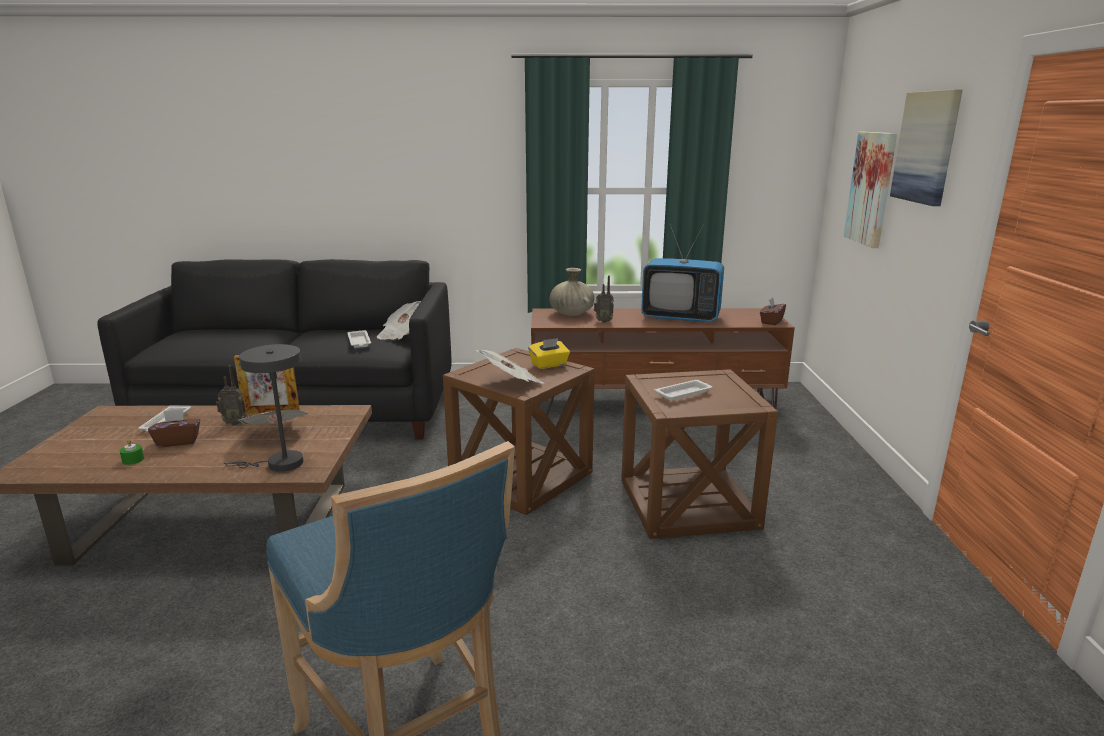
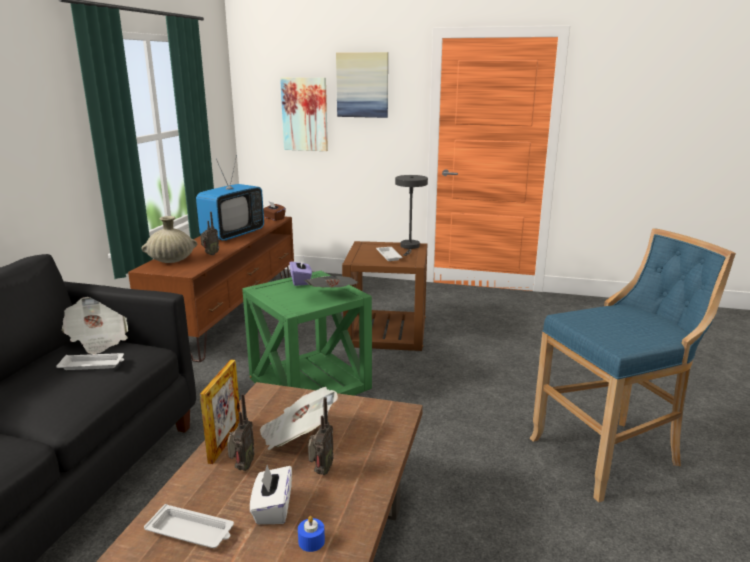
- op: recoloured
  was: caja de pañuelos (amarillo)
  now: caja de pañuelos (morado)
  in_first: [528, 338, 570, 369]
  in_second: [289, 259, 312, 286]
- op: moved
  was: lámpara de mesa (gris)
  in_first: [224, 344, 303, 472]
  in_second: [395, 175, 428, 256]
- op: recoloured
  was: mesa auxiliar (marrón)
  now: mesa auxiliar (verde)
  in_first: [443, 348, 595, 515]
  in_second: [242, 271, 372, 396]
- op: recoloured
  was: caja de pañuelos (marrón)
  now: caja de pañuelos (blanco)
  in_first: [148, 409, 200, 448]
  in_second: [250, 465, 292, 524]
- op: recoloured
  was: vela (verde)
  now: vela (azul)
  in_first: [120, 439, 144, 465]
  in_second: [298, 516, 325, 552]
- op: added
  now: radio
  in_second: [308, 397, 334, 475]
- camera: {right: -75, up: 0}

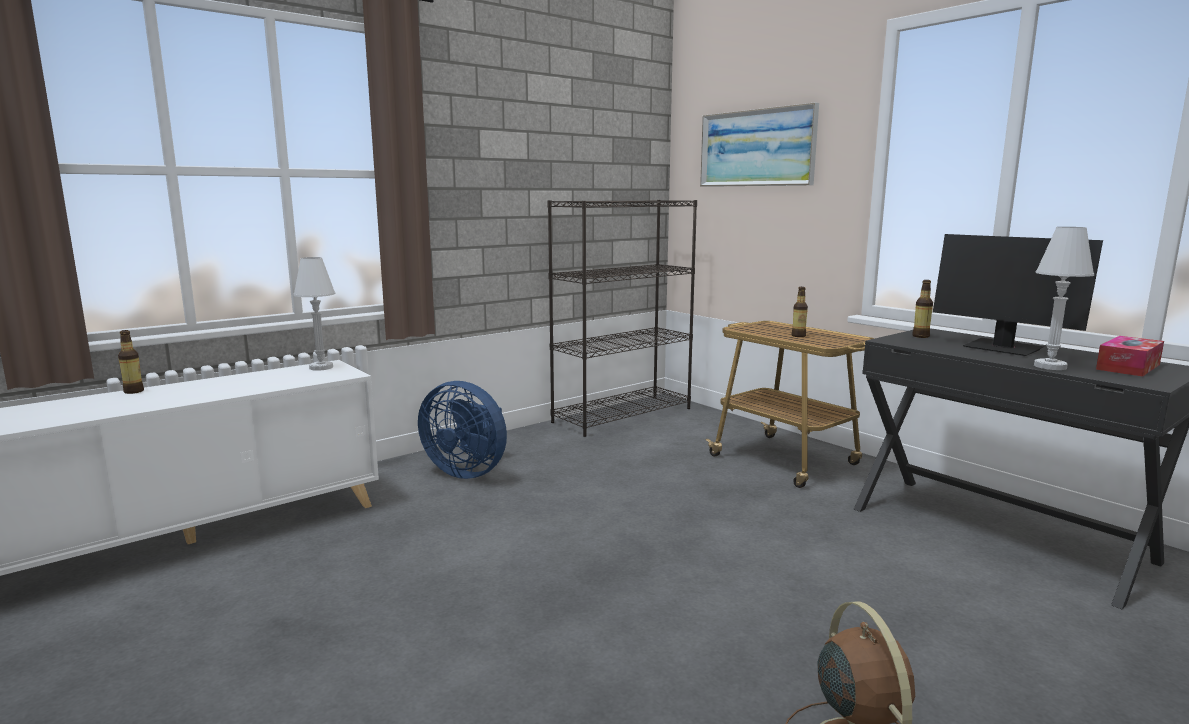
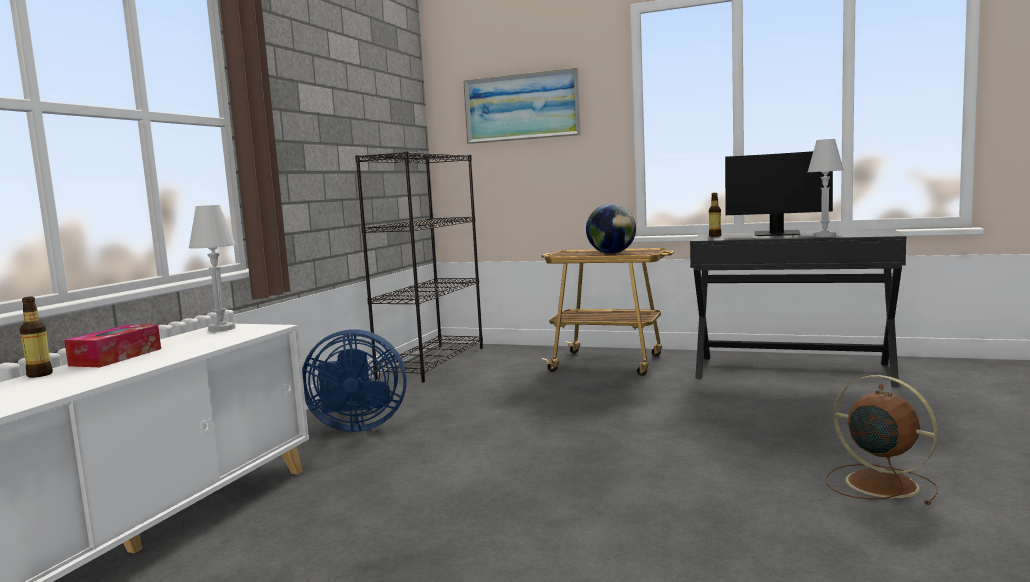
- op: replaced
  was: botella
  now: globo terráqueo
  in_first: [792, 287, 808, 337]
  in_second: [586, 204, 636, 254]
- op: moved
  was: caja de pañuelos
  in_first: [1096, 336, 1164, 377]
  in_second: [64, 324, 161, 367]
- camera: {right: -30, up: -5}

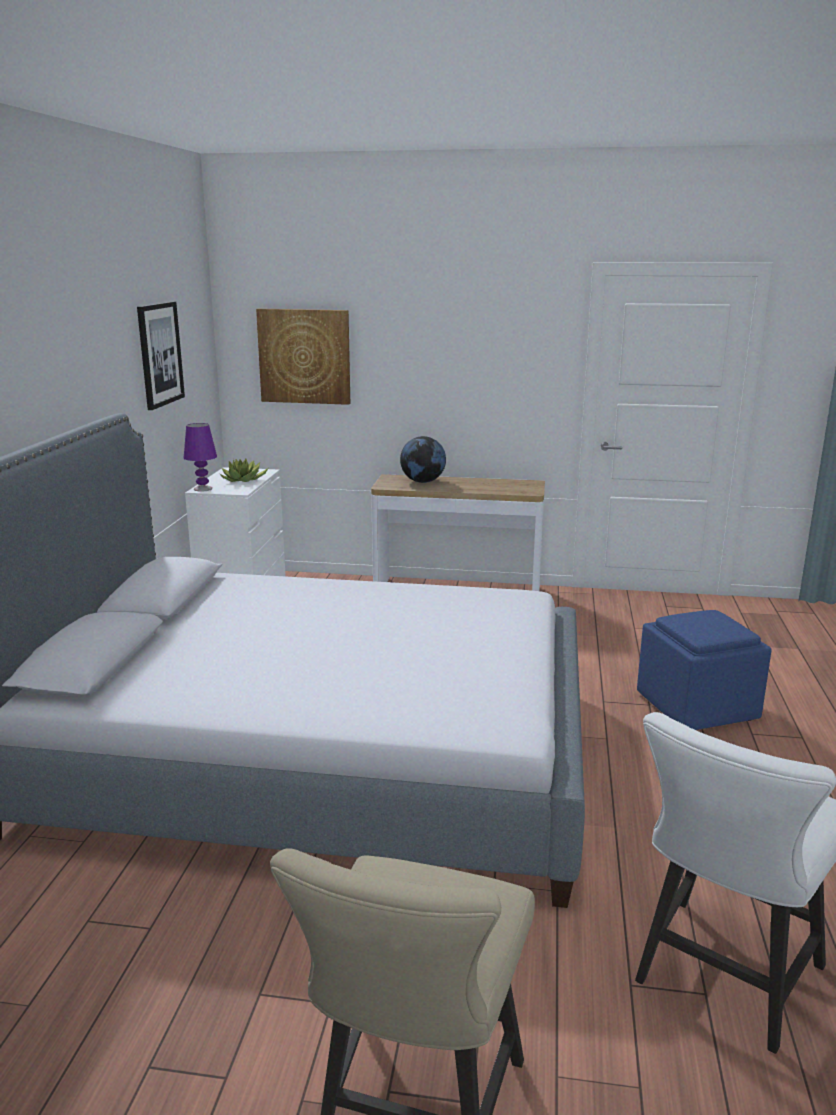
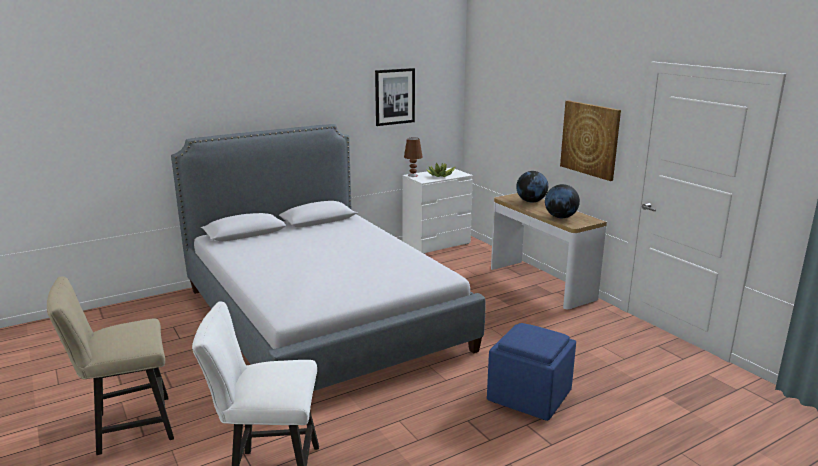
- op: moved
  was: cuadro
  in_first: [256, 309, 350, 405]
  in_second: [560, 100, 621, 181]
- op: recoloured
  was: lámpara de mesa (morado)
  now: lámpara de mesa (marrón)
  in_first: [184, 423, 217, 492]
  in_second: [404, 137, 423, 177]
- op: added
  now: globo terráqueo
  in_second: [545, 184, 580, 218]
- camera: {right: 50, up: 0}

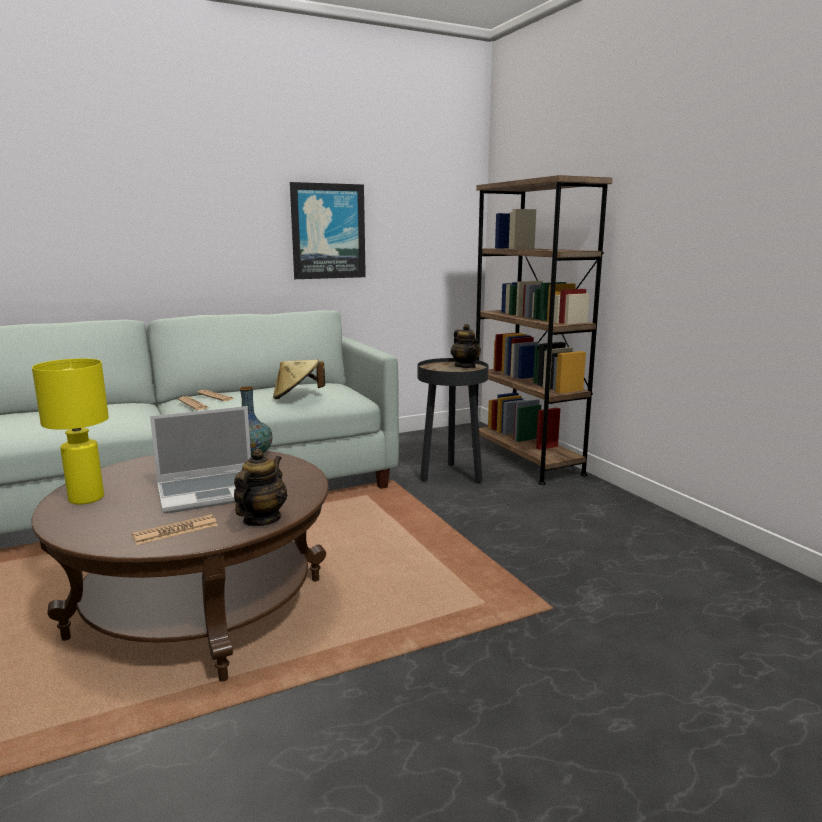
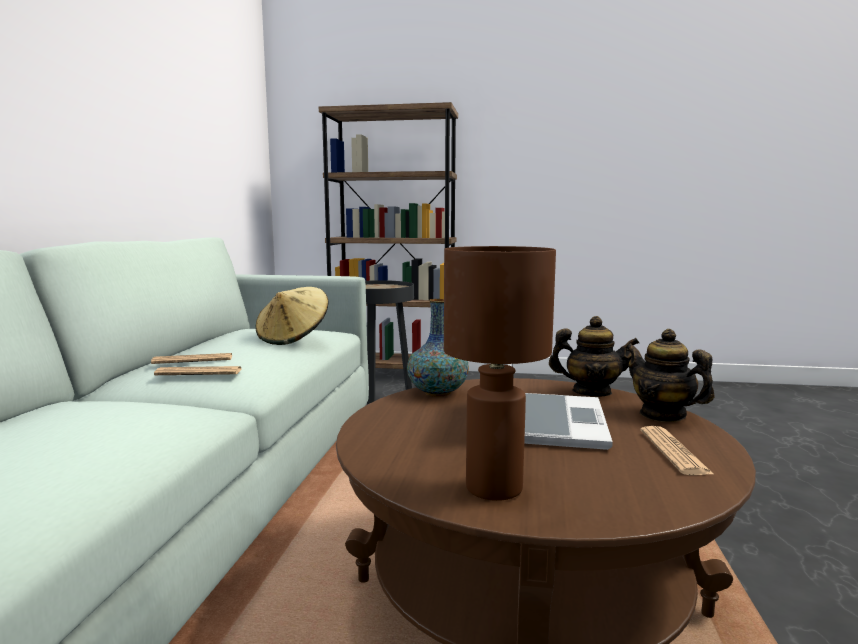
- op: removed
  was: cuadro
  in_first: [290, 182, 366, 279]
- op: moved
  was: tetera
  in_first: [451, 324, 481, 368]
  in_second: [549, 316, 640, 396]
- op: recoloured
  was: lámpara de mesa (amarillo)
  now: lámpara de mesa (marrón)
  in_first: [32, 358, 109, 505]
  in_second: [444, 246, 556, 501]
- camera: {right: -55, up: -5}

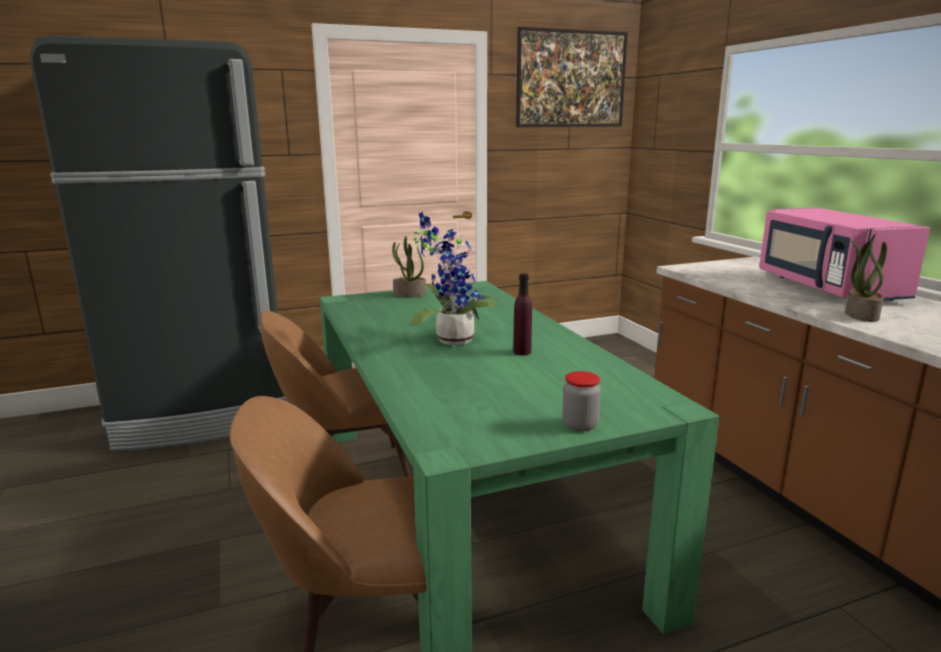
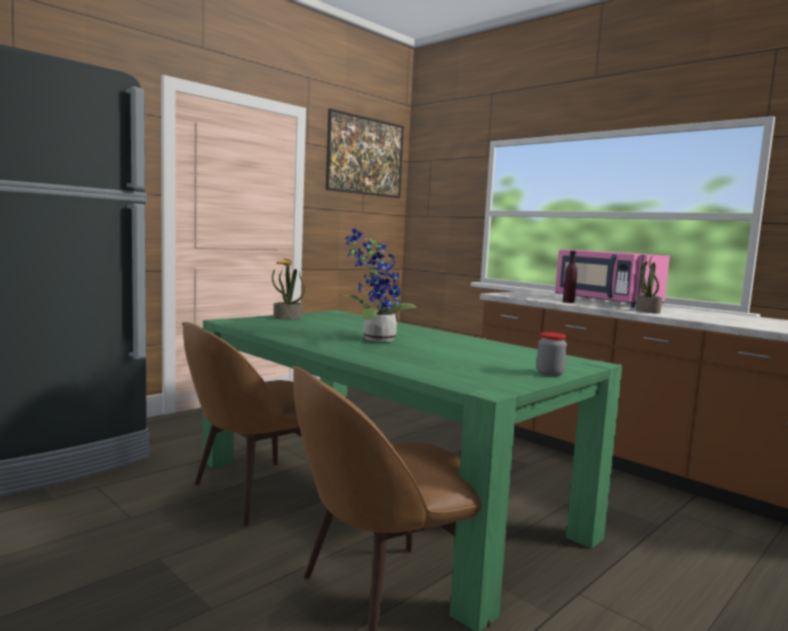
- op: moved
  was: botella (morado)
  in_first: [513, 273, 532, 355]
  in_second: [563, 251, 577, 303]
- camera: {right: -25, up: -10}

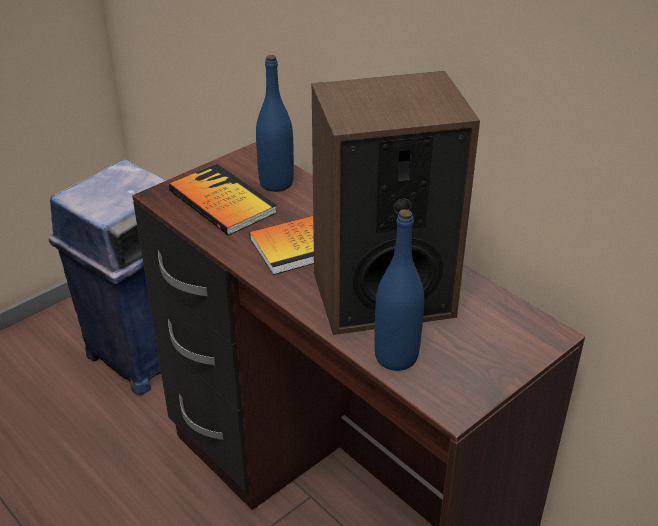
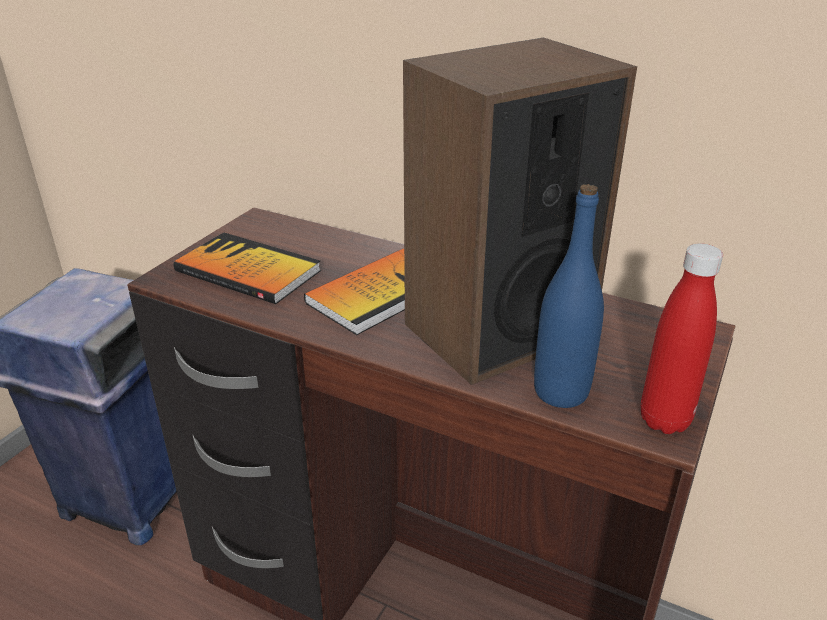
- op: removed
  was: botella (azul)
  in_first: [256, 55, 294, 192]
- op: added
  now: botella (rojo)
  in_second: [641, 244, 723, 434]
- camera: {right: -20, up: -5}

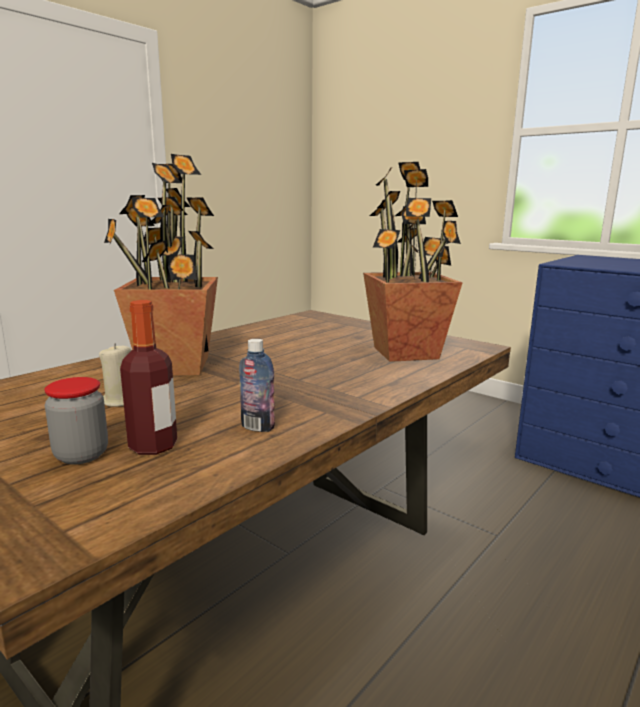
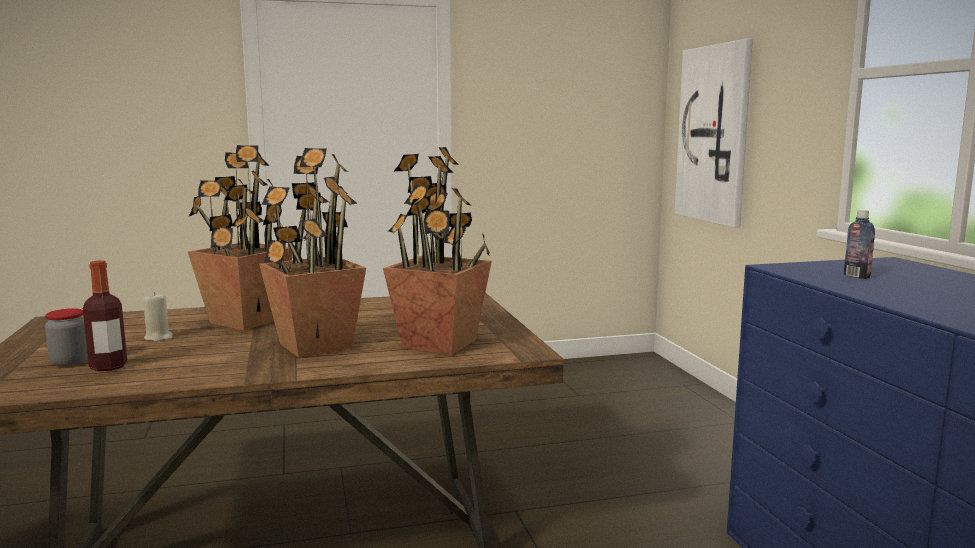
- op: moved
  was: botella
  in_first: [239, 339, 275, 432]
  in_second: [844, 210, 875, 279]
- op: added
  now: cuadro
  in_second: [675, 39, 753, 228]
- op: added
  now: planta en maceta
  in_second: [259, 148, 366, 358]
- camera: {right: 35, up: -5}

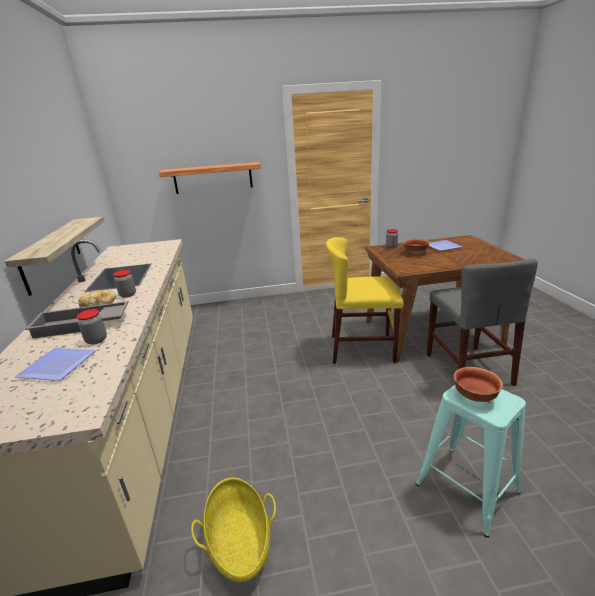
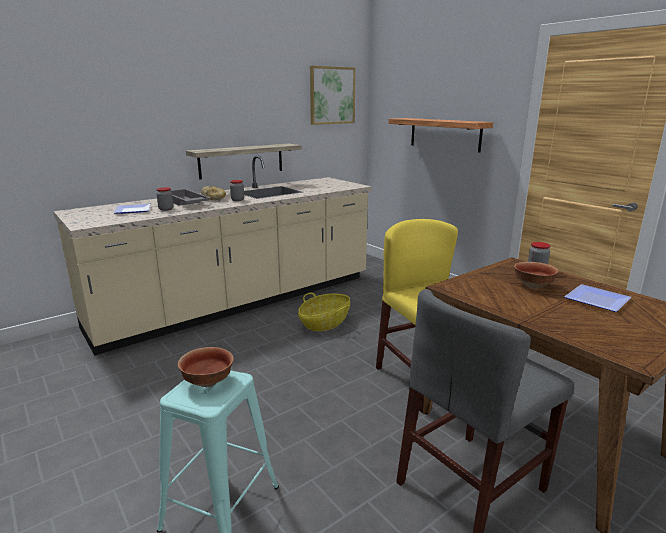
- op: moved
  was: cesta
  in_first: [191, 478, 276, 582]
  in_second: [298, 293, 350, 331]
- op: added
  now: cuadro
  in_second: [310, 66, 356, 125]
- camera: {right: 60, up: -5}

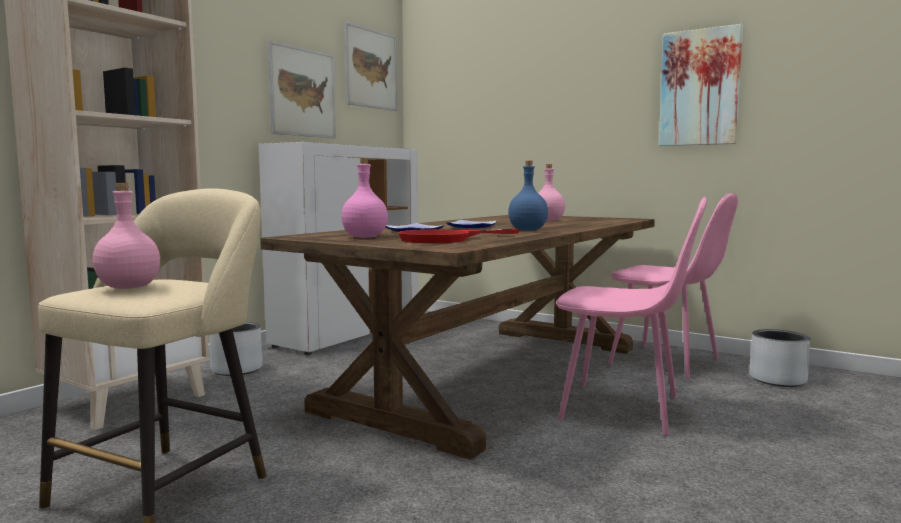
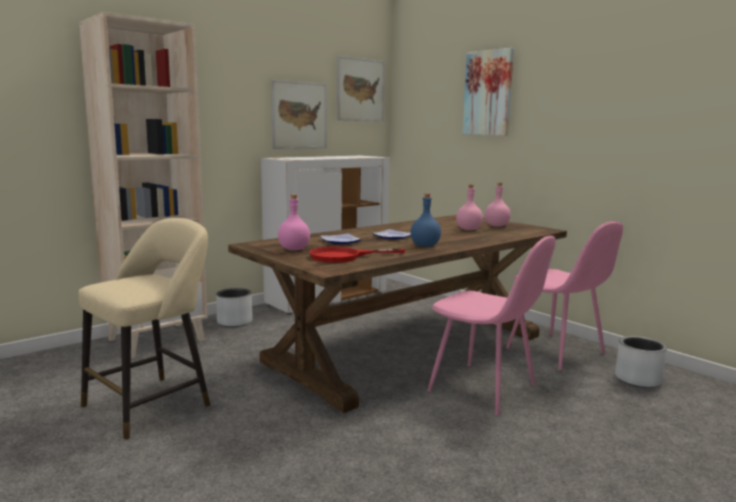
- op: moved
  was: cuadro
  in_first: [659, 24, 743, 146]
  in_second: [463, 48, 514, 136]
- op: moved
  was: botella (rosa)
  in_first: [93, 183, 160, 289]
  in_second: [485, 183, 511, 227]
- camera: {right: 15, up: 5}

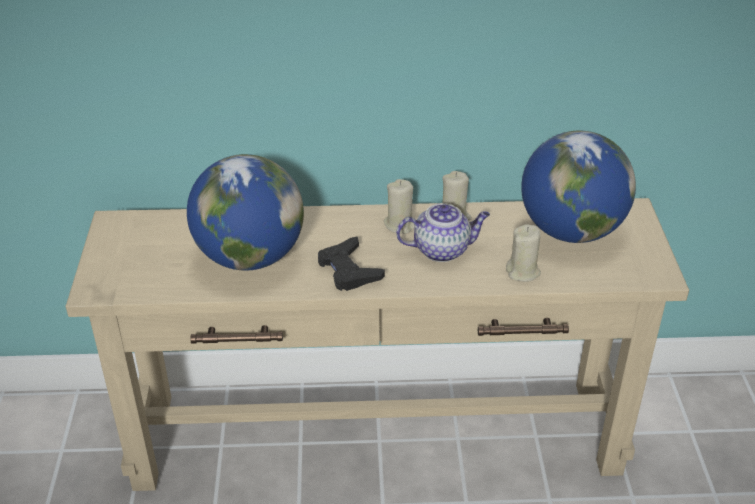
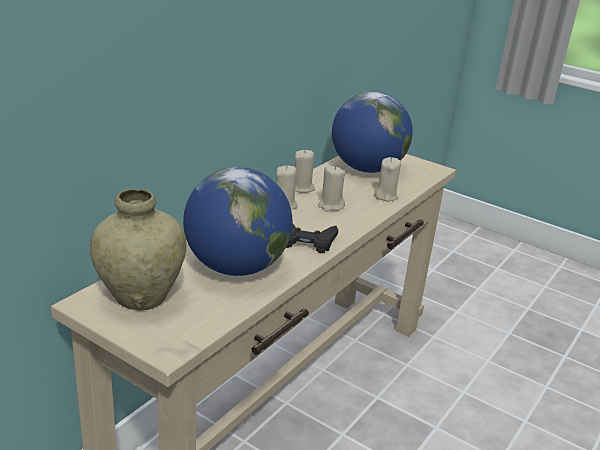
- op: replaced
  was: tetera
  now: vela (beis)
  in_first: [396, 203, 490, 262]
  in_second: [318, 166, 345, 212]
- op: added
  now: florero (beis)
  in_second: [90, 189, 186, 310]
- camera: {right: -55, up: -10}

